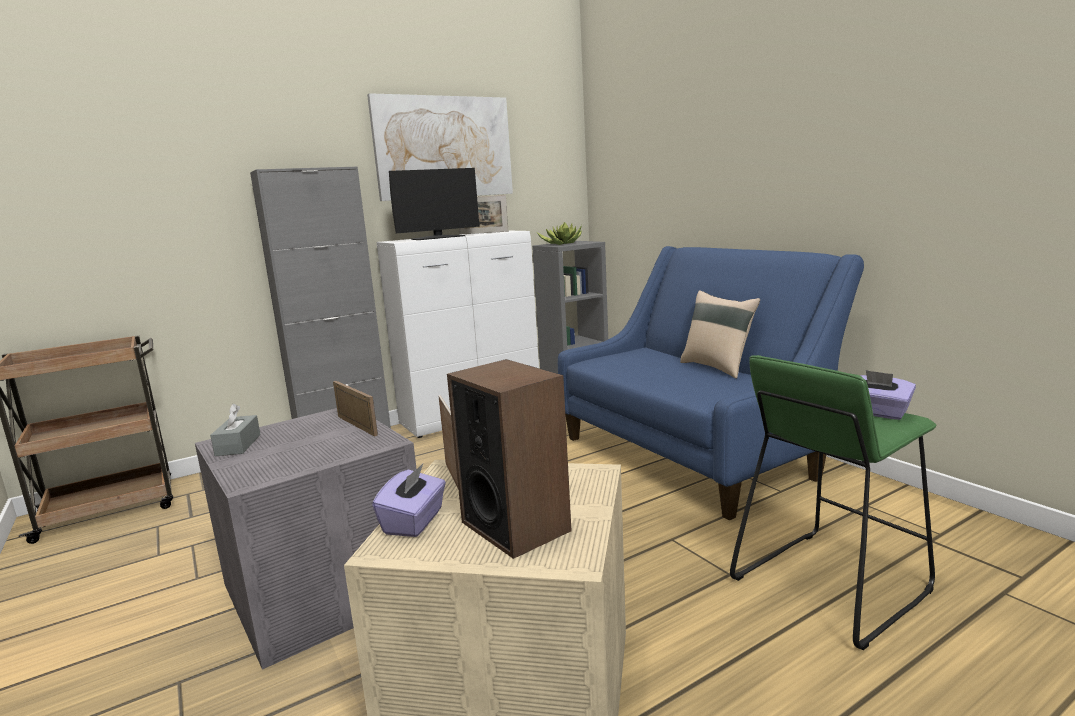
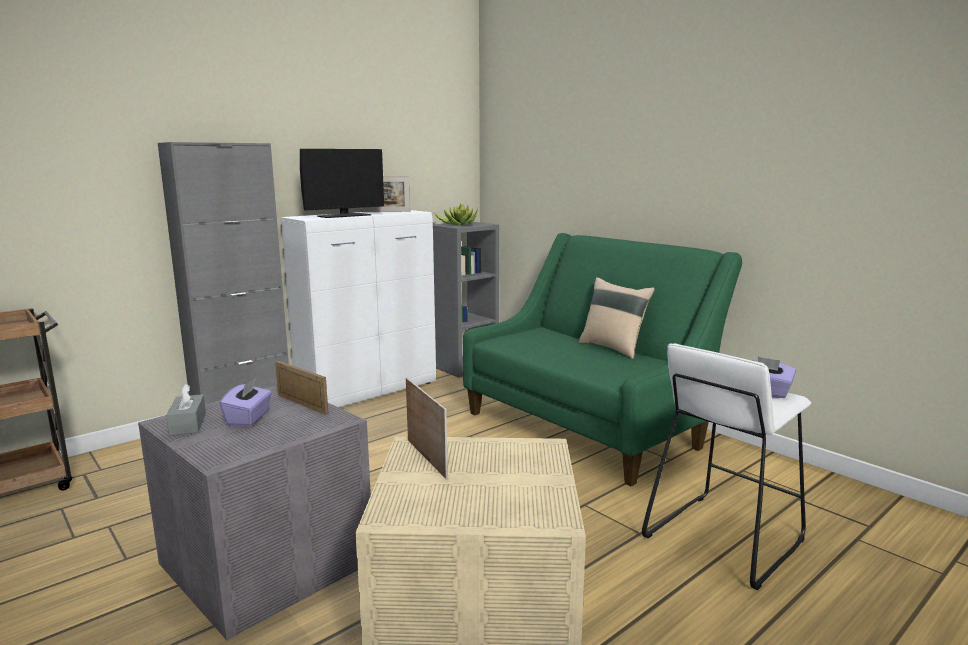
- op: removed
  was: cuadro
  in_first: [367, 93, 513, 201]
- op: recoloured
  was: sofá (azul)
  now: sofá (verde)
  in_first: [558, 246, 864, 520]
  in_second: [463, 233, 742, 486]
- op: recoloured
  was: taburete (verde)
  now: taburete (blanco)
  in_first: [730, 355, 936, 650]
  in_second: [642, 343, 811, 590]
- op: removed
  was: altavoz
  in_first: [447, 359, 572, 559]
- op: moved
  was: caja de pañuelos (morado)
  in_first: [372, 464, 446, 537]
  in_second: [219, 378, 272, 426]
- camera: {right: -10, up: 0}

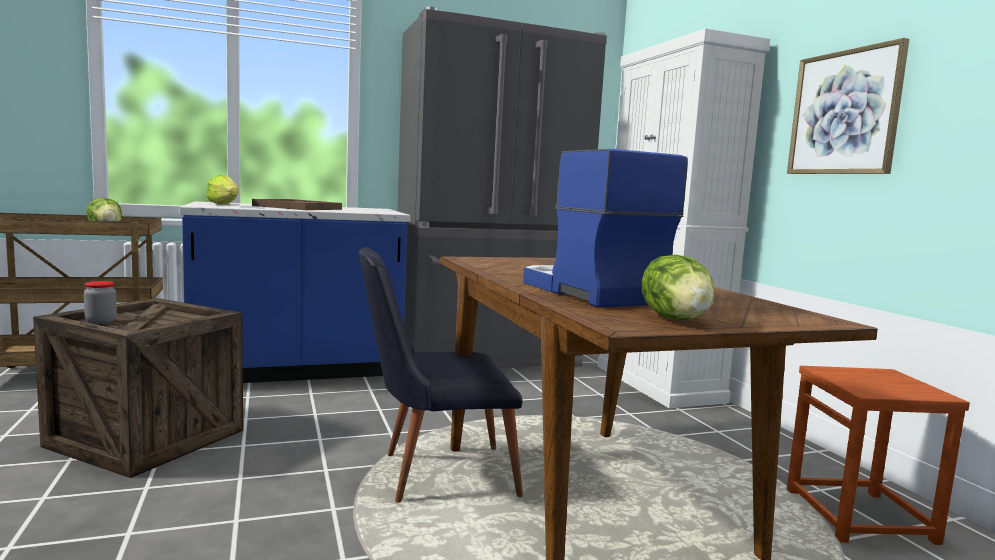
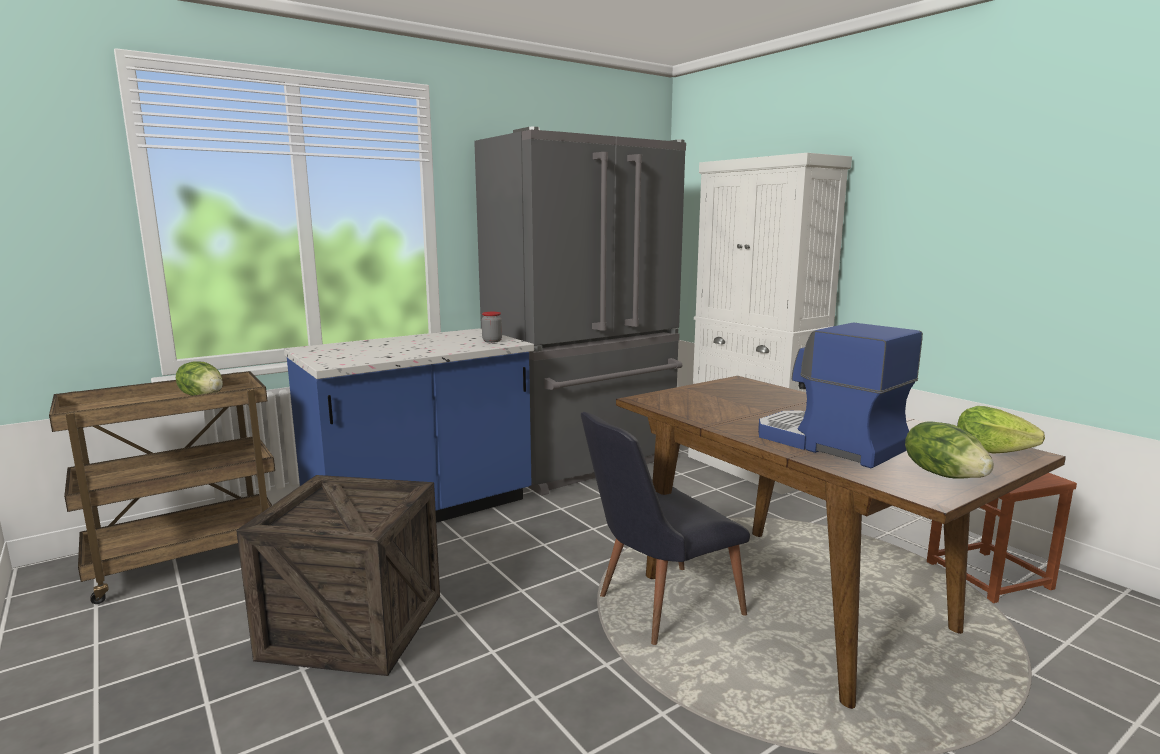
- op: removed
  was: cuadro
  in_first: [787, 38, 909, 174]
- op: moved
  was: lechuga
  in_first: [206, 175, 239, 205]
  in_second: [957, 406, 1045, 453]
- op: removed
  was: bandeja (marrón)
  in_first: [252, 199, 342, 210]
- op: moved
  was: tarro
  in_first: [84, 281, 117, 324]
  in_second: [482, 312, 502, 343]
- camera: {right: -15, up: 5}

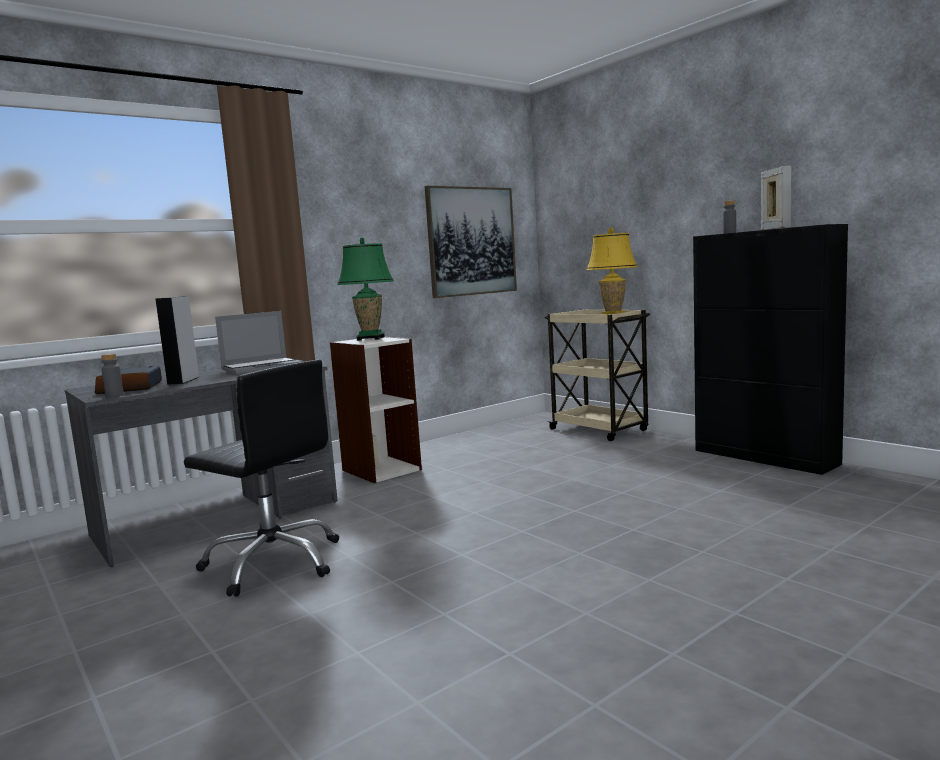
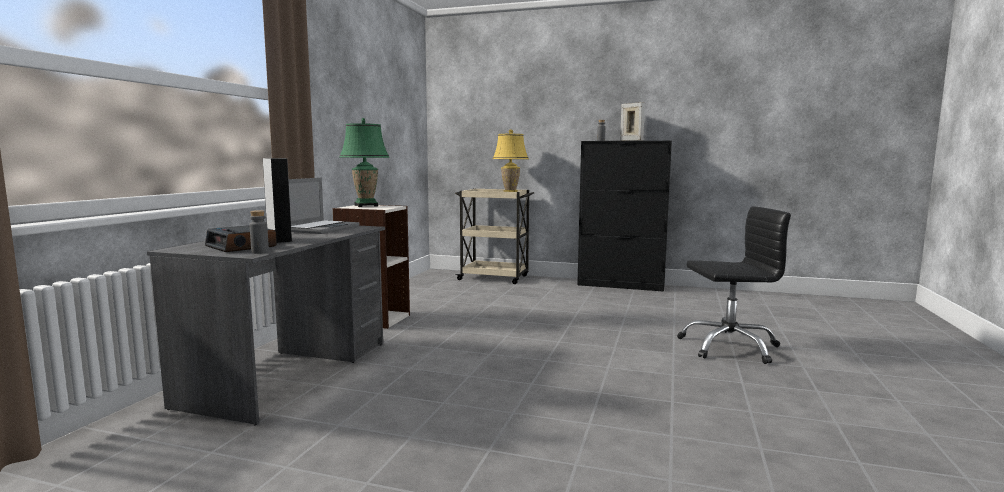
- op: removed
  was: cuadro
  in_first: [425, 186, 517, 298]
- op: moved
  was: silla de oficina (negro)
  in_first: [184, 360, 339, 597]
  in_second: [677, 206, 791, 364]
- camera: {right: -35, up: 0}

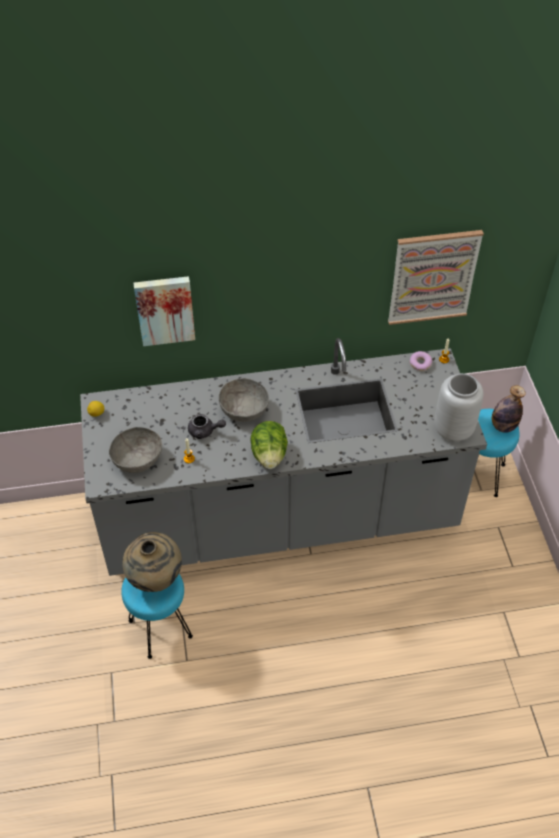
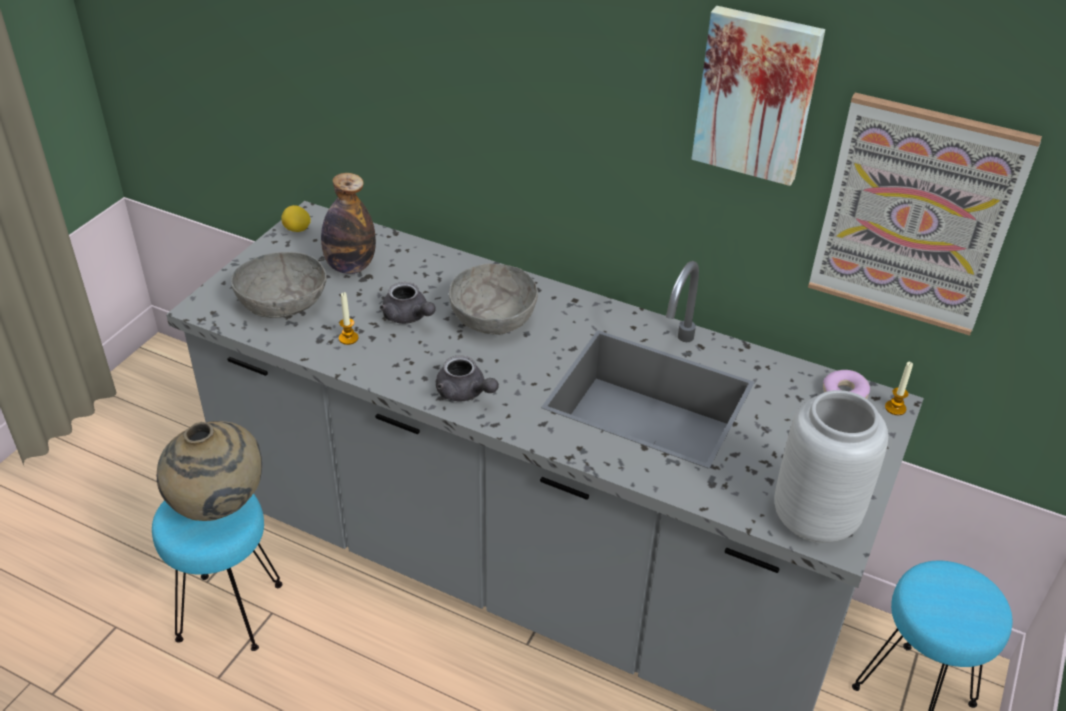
- op: moved
  was: cuadro
  in_first: [134, 276, 195, 346]
  in_second: [691, 6, 825, 186]
- op: moved
  was: botella
  in_first: [492, 385, 526, 433]
  in_second: [321, 173, 376, 274]
- op: replaced
  was: lechuga
  now: tetera (gris)
  in_first: [251, 421, 288, 469]
  in_second: [436, 355, 499, 402]
- camera: {right: 35, up: -10}

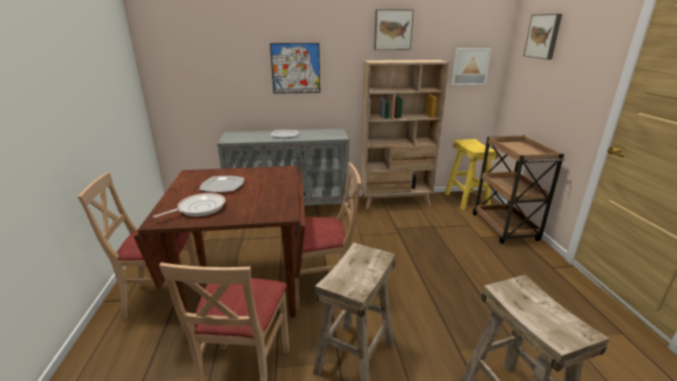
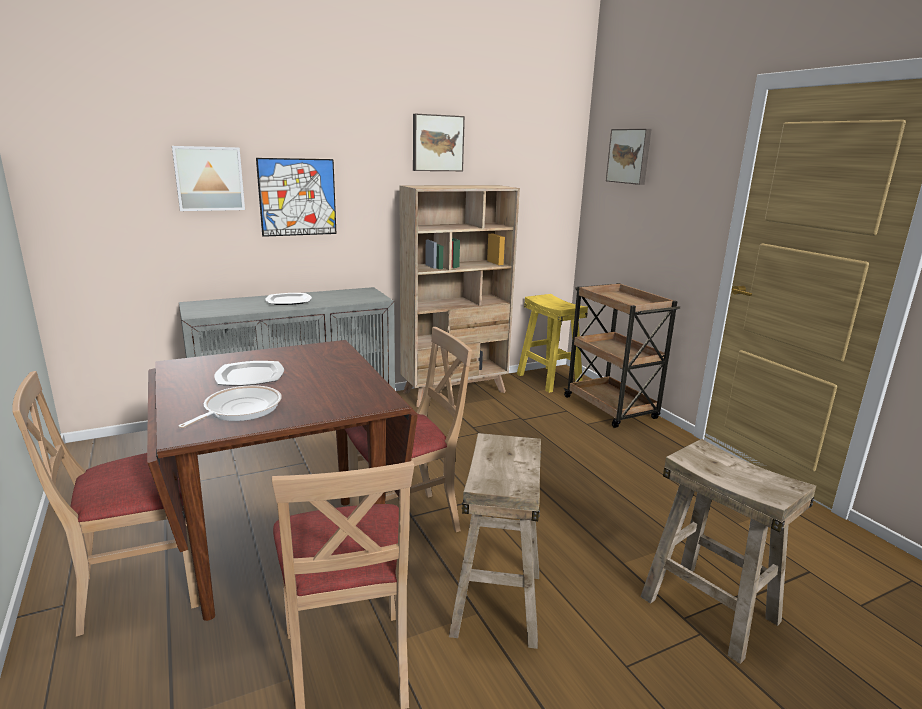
- op: moved
  was: cuadro
  in_first: [451, 48, 491, 85]
  in_second: [172, 146, 245, 211]
- camera: {right: -20, up: -5}

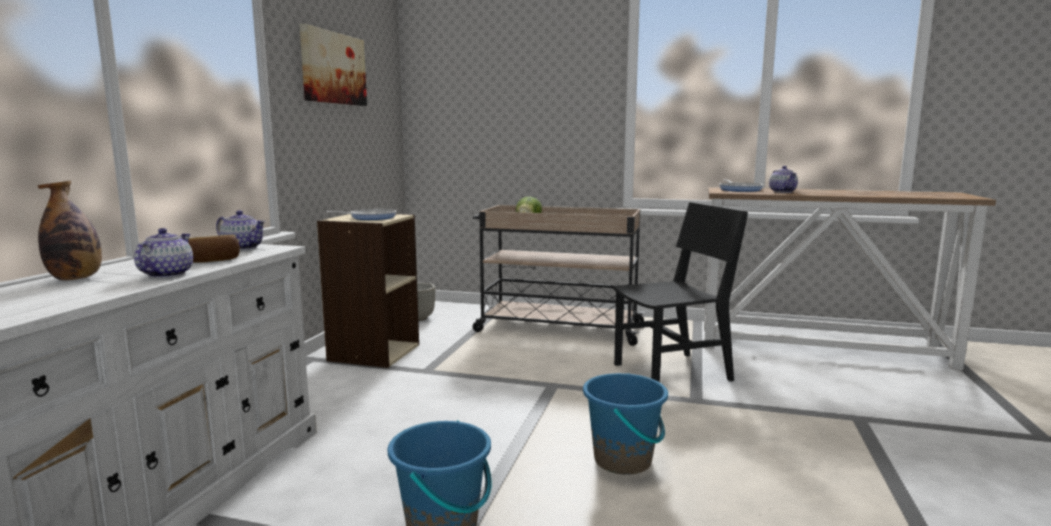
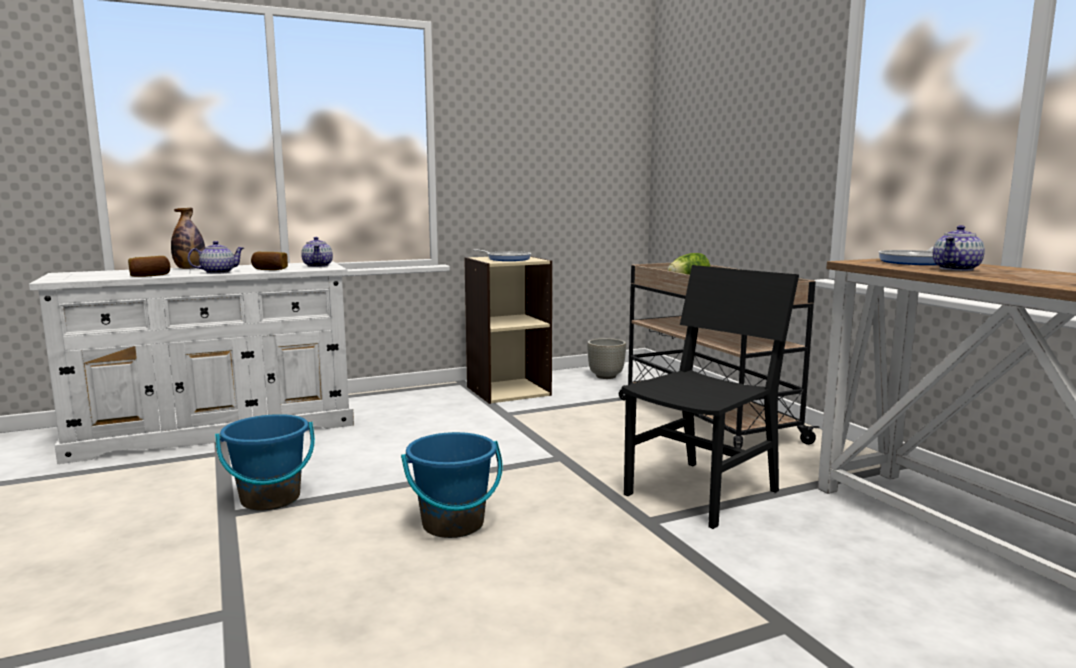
- op: removed
  was: cuadro
  in_first: [299, 24, 367, 106]
- op: turned
  was: silla (negro)
  in_first: [613, 202, 748, 382]
  in_second: [621, 265, 799, 529]
  clockwise: -75
- op: added
  now: pan
  in_second: [128, 256, 170, 277]
- camera: {right: 50, up: 0}

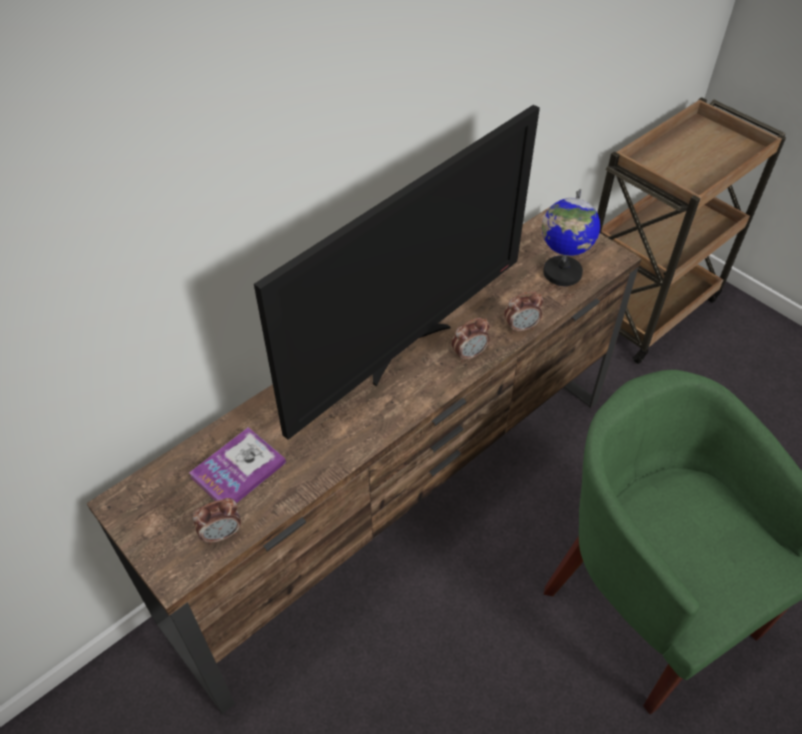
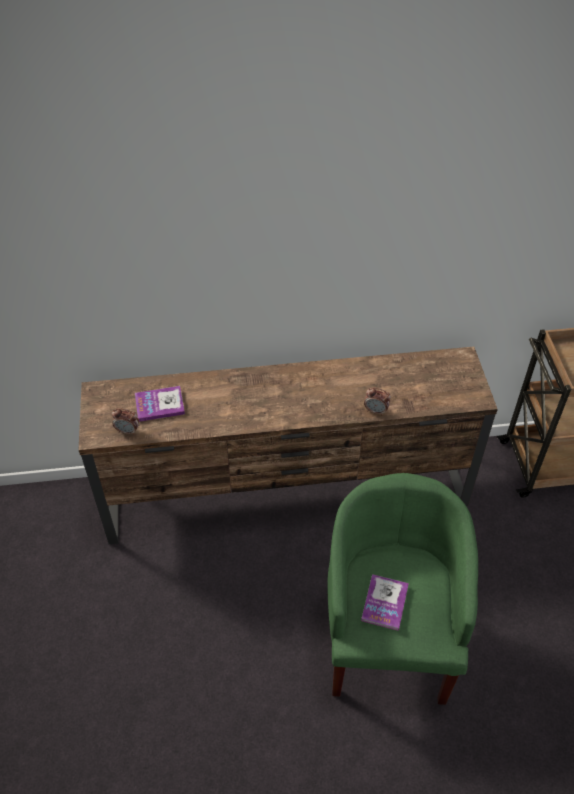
- op: removed
  was: televisor
  in_first: [254, 105, 540, 440]
- op: removed
  was: globo terráqueo
  in_first: [542, 189, 600, 286]
- op: removed
  was: despertador
  in_first: [452, 318, 490, 362]
- op: added
  now: libro
  in_second: [361, 574, 409, 631]
- camera: {right: 35, up: 0}

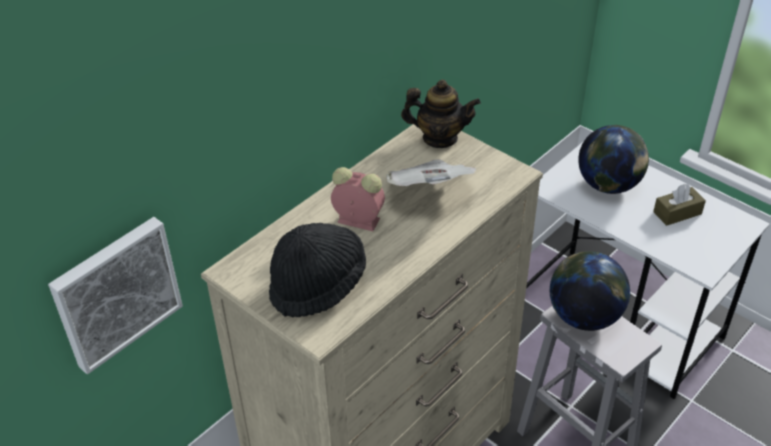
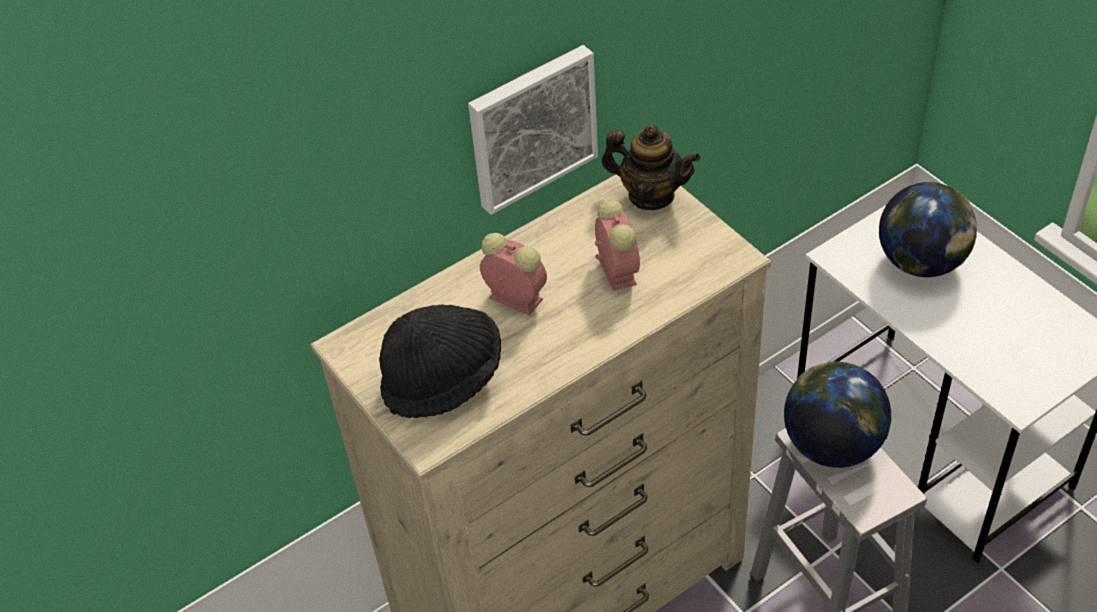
- op: replaced
  was: periódico
  now: despertador
  in_first: [386, 159, 476, 186]
  in_second: [595, 199, 640, 291]
- op: removed
  was: caja de pañuelos (marrón)
  in_first: [653, 184, 706, 226]
- op: moved
  was: cuadro
  in_first: [48, 217, 183, 374]
  in_second: [468, 45, 598, 215]
- camera: {right: 15, up: 5}

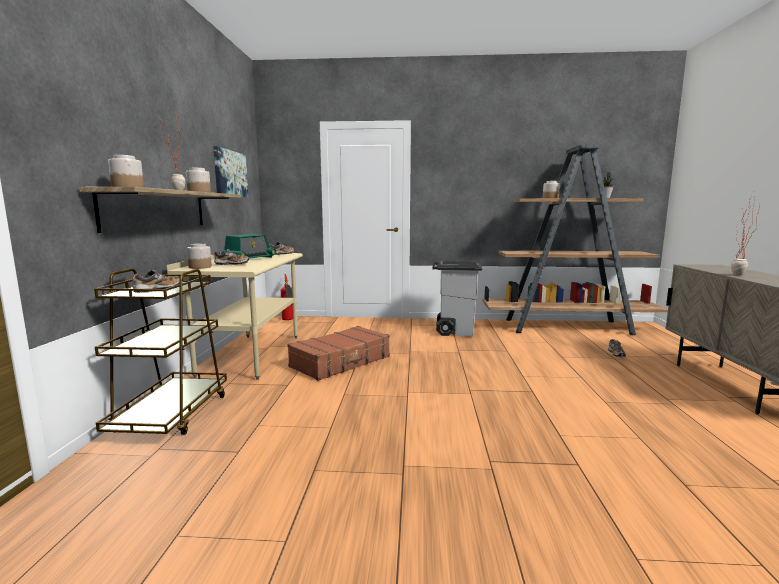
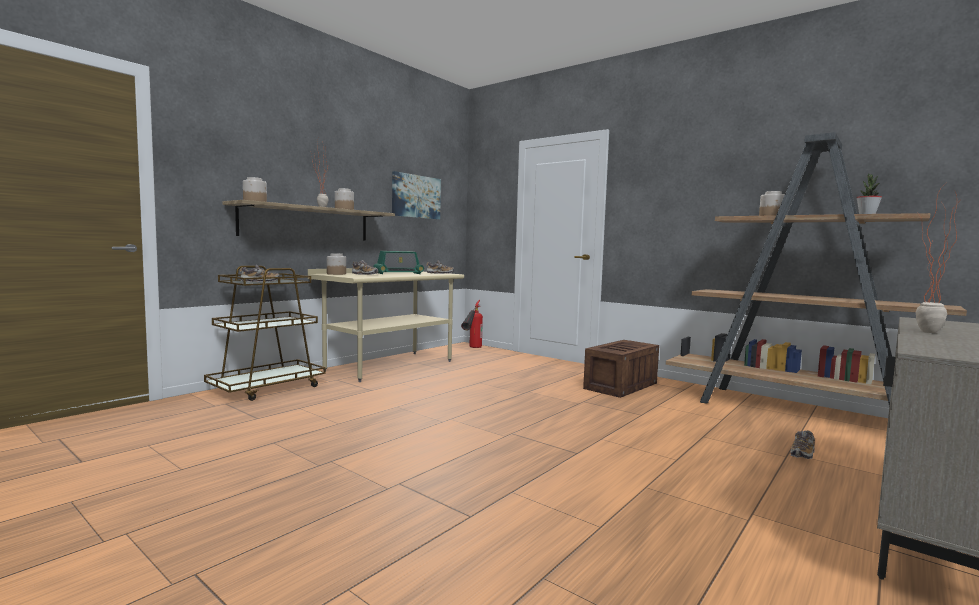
- op: replaced
  was: papelera (gris)
  now: caja de embalaje
  in_first: [432, 261, 482, 337]
  in_second: [583, 340, 659, 398]
- op: removed
  was: maleta (marrón)
  in_first: [287, 326, 390, 381]
- camera: {right: 35, up: -5}

